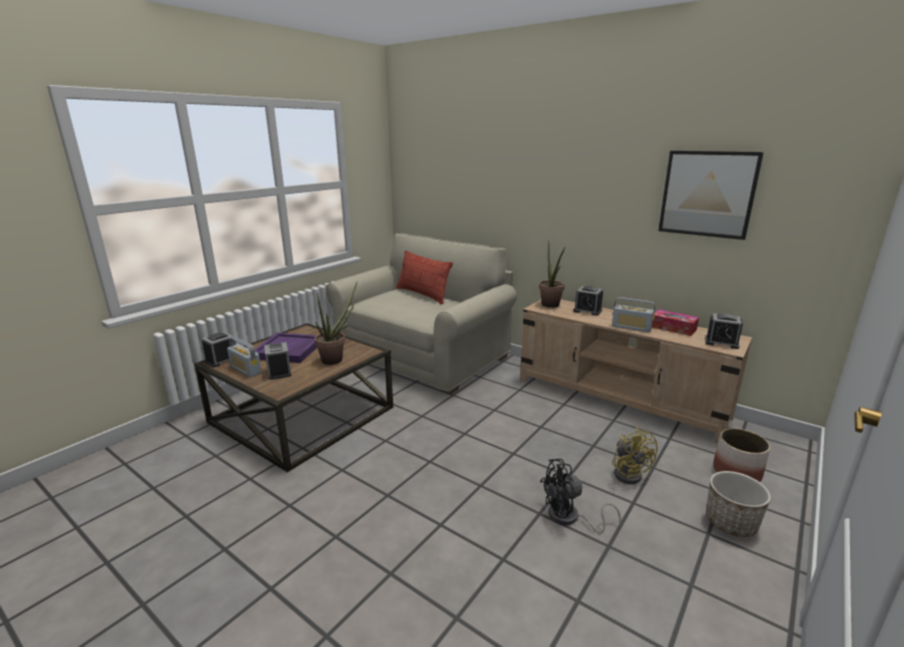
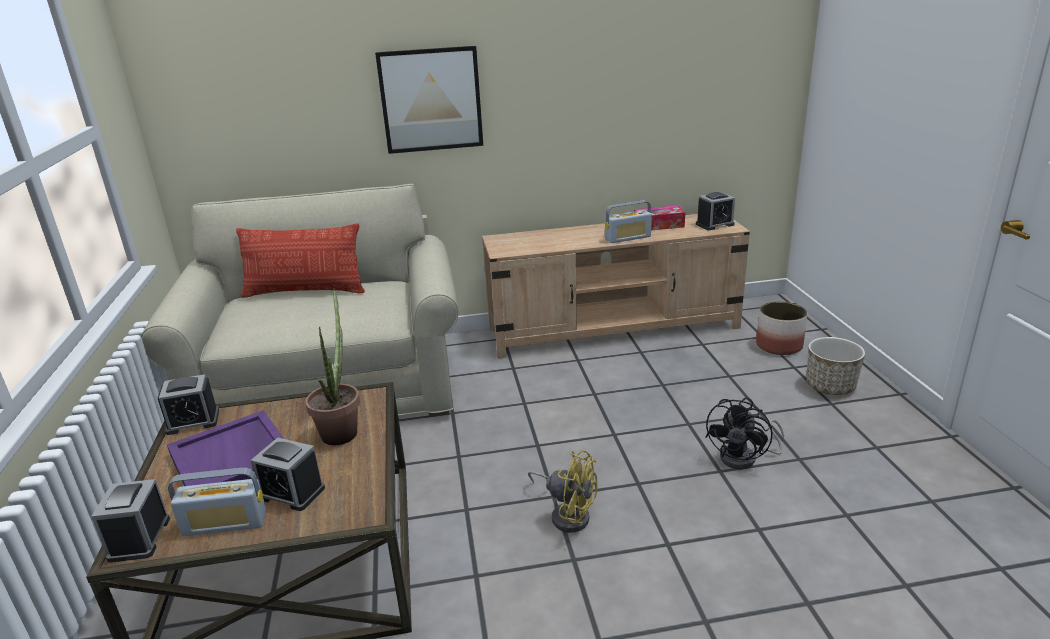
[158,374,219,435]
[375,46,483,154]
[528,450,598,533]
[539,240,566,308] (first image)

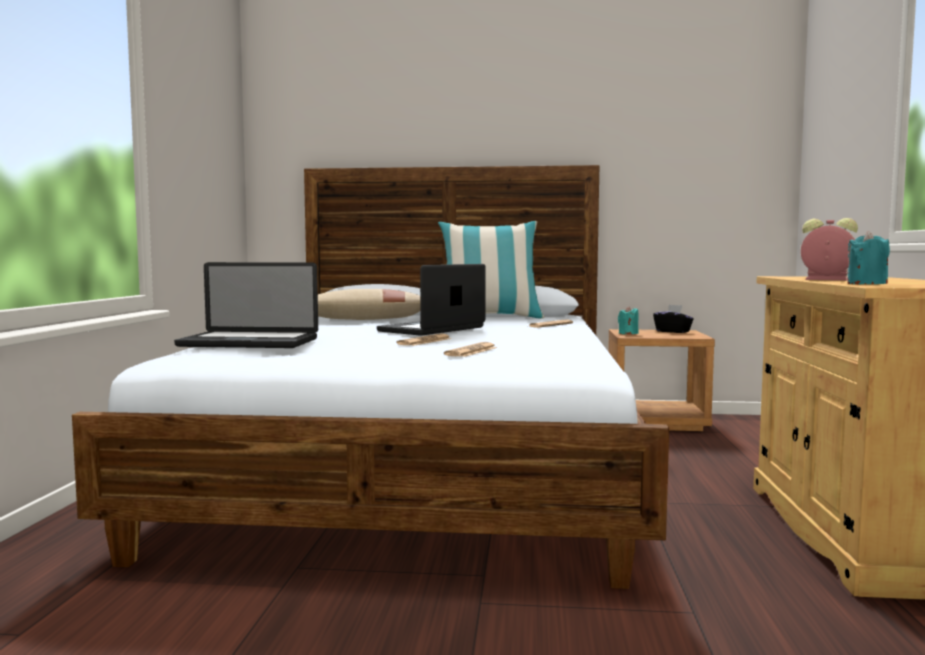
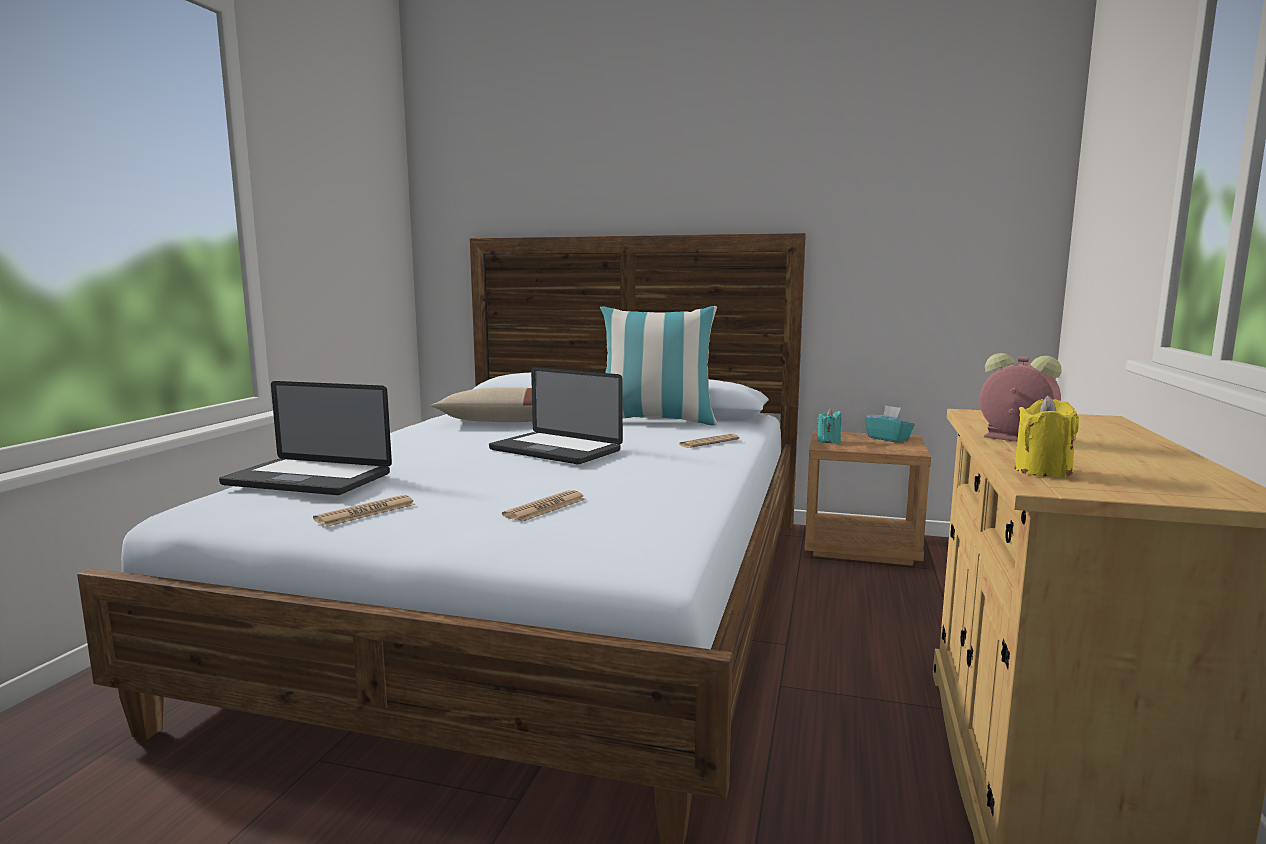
[313,495,416,527]
[489,367,623,464]
[865,405,915,443]
[1014,396,1079,477]

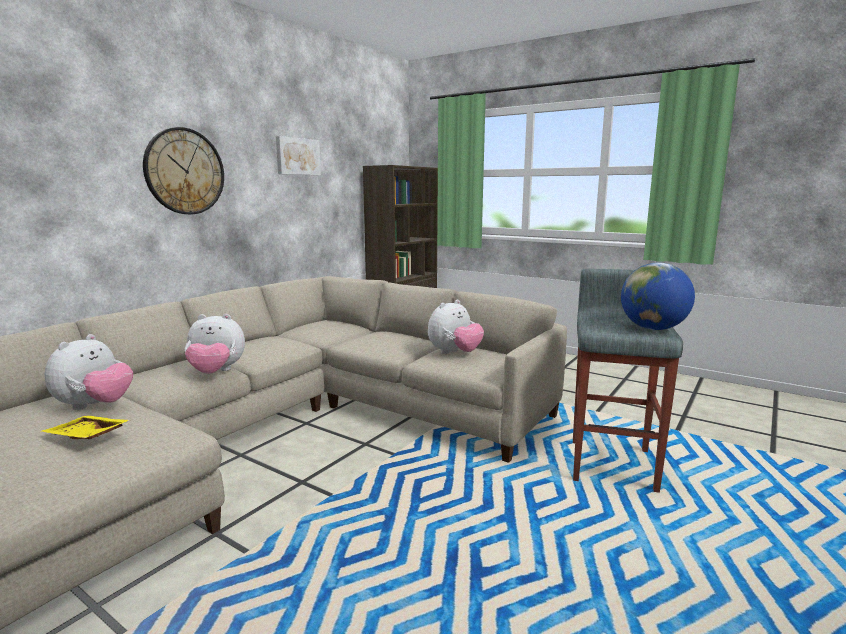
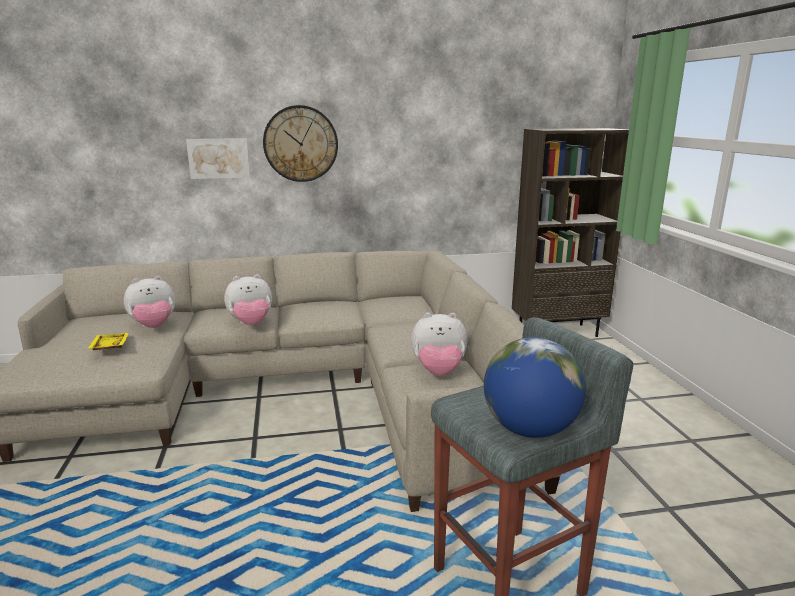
[186,138,250,179]
[224,274,272,325]

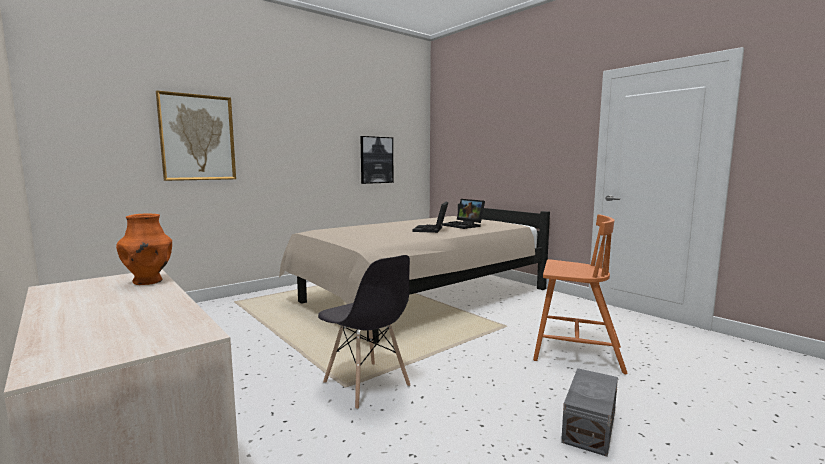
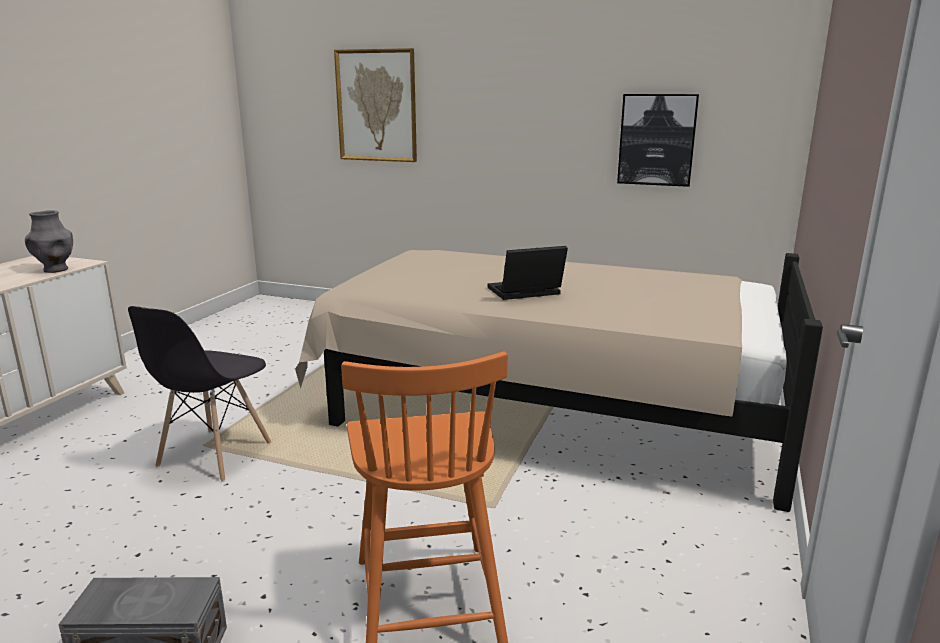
[25,210,73,273]
[442,199,485,229] (first image)

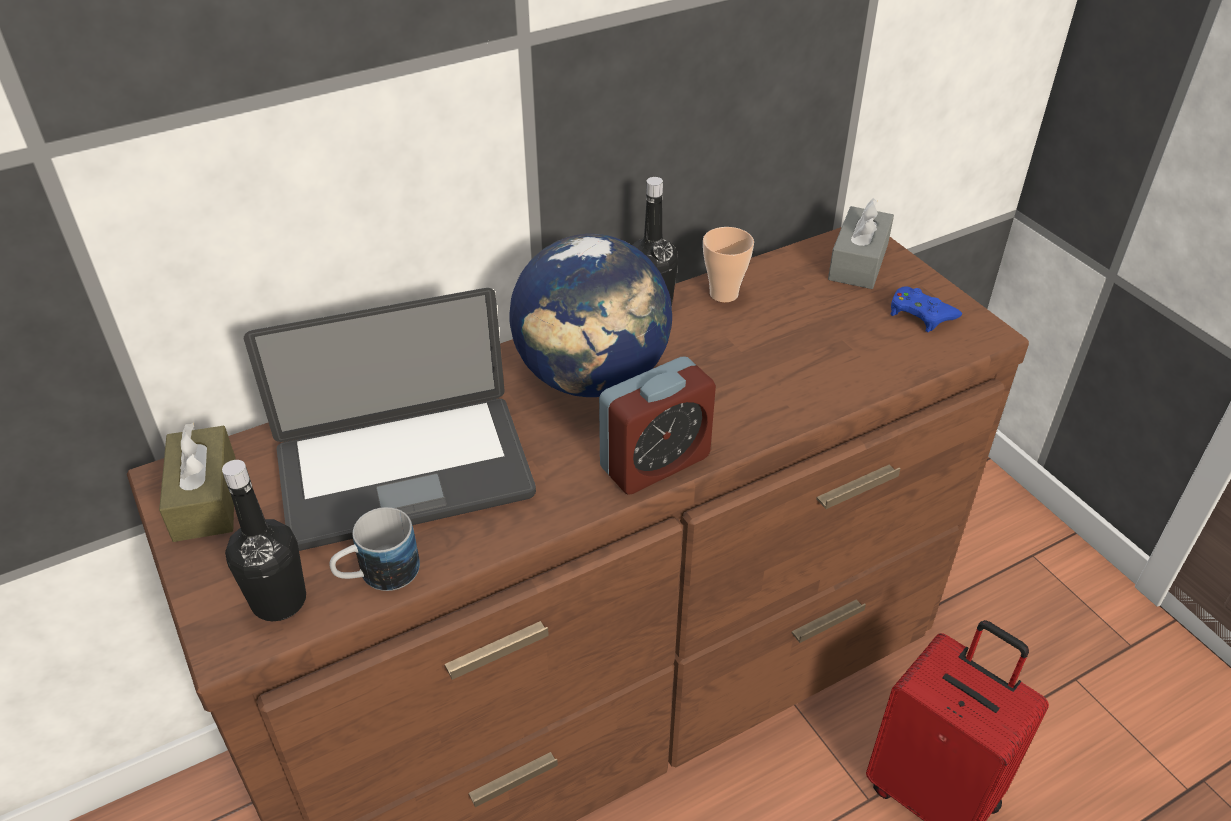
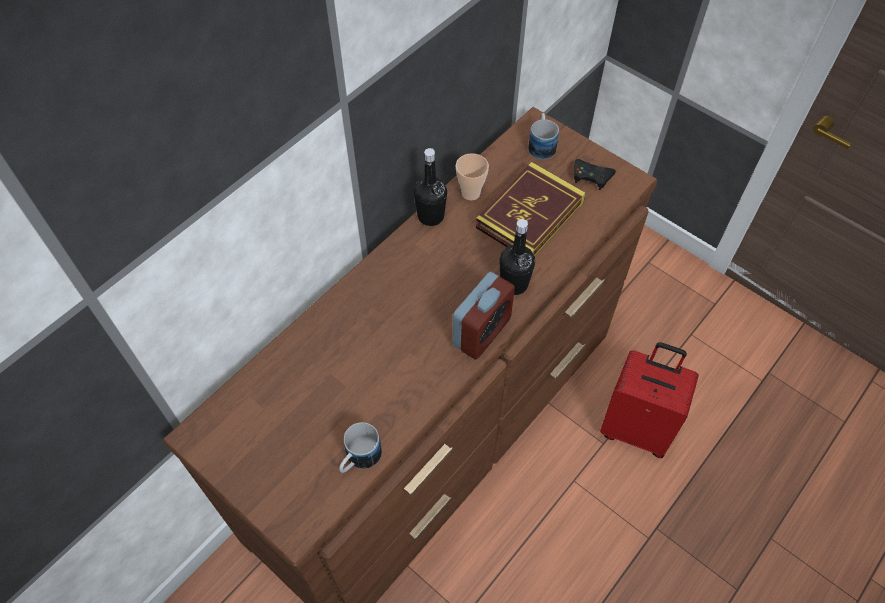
[476,162,585,256]
[500,219,535,295]
[528,113,559,160]
[574,159,616,190]
[159,422,235,542] (first image)
[244,288,536,551] (first image)
[509,234,672,397] (first image)

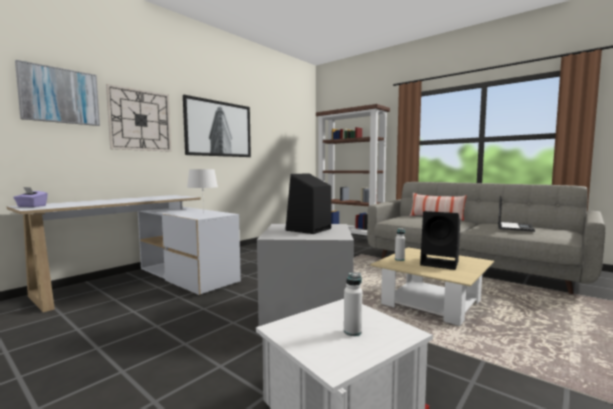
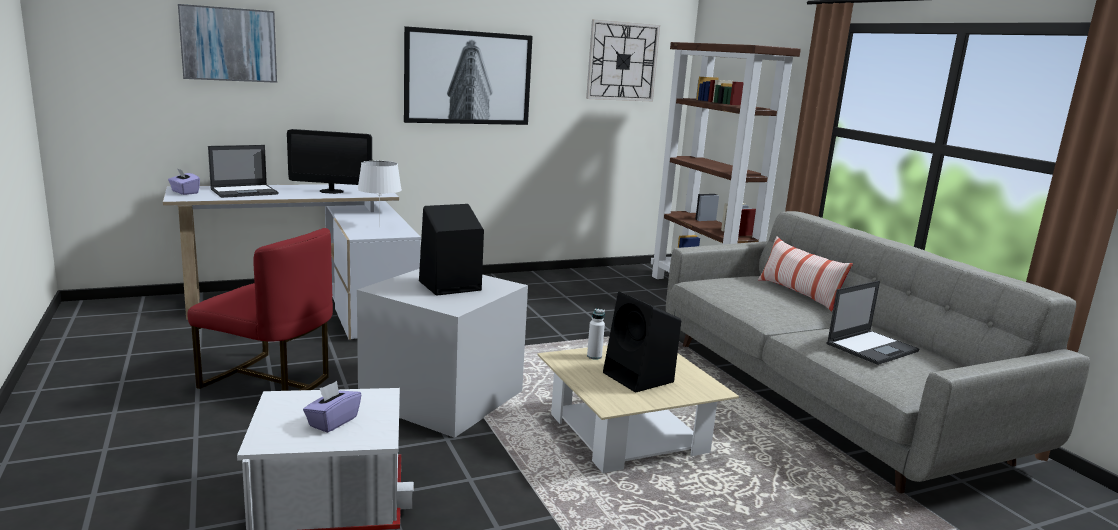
[188,228,333,391]
[208,145,278,198]
[287,129,372,194]
[303,381,361,433]
[586,20,660,102]

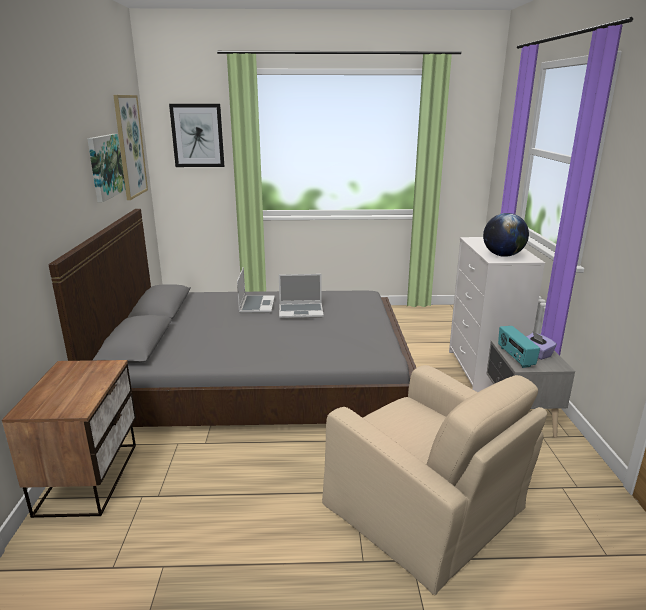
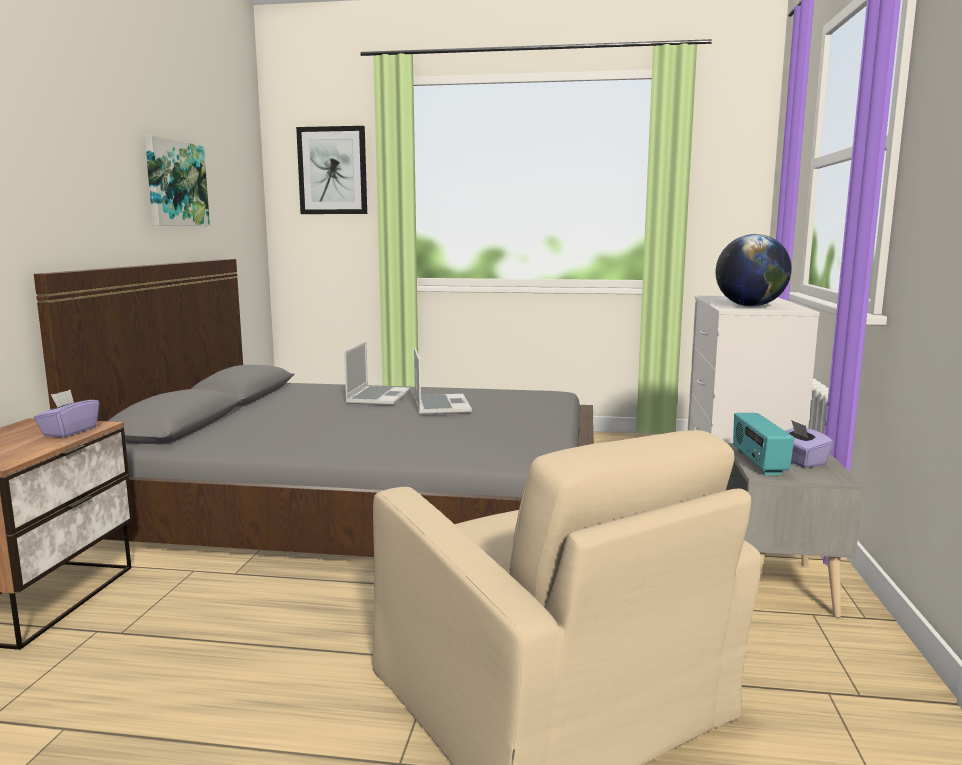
[34,390,99,438]
[414,348,472,415]
[113,95,148,200] (first image)

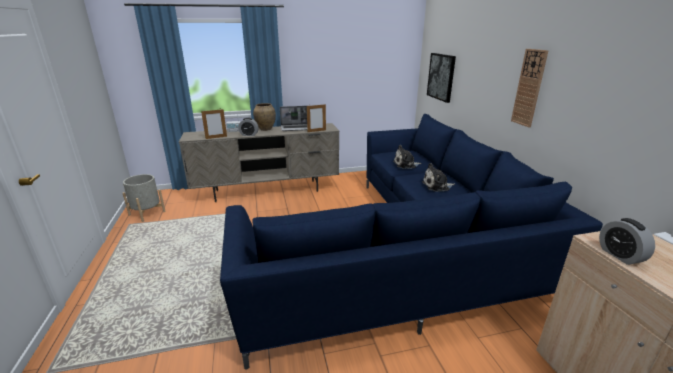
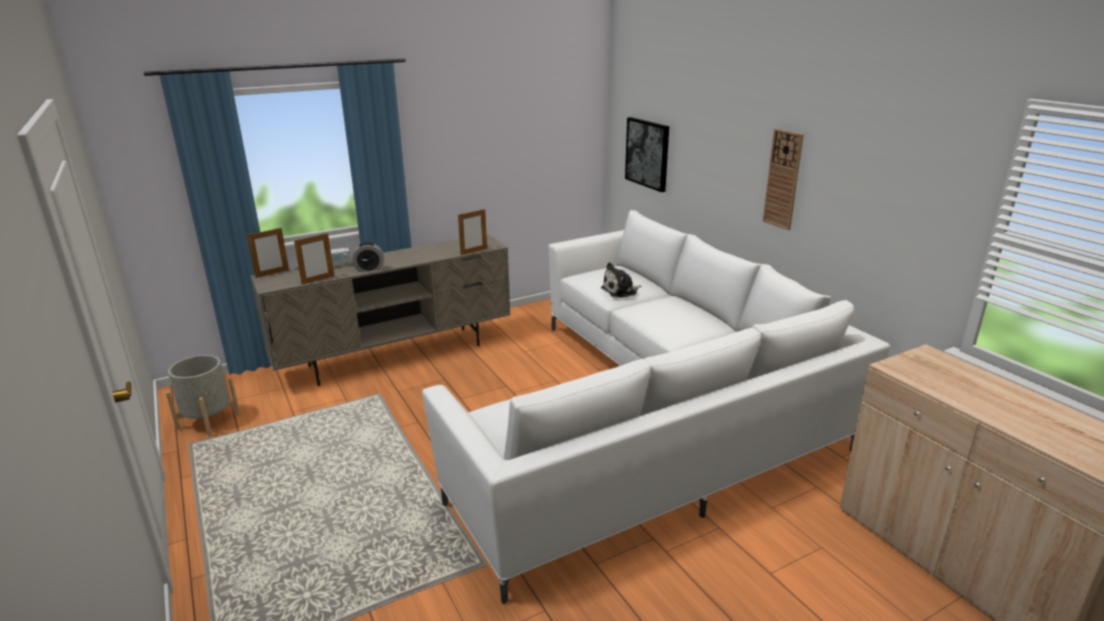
[247,227,289,278]
[422,210,890,604]
[253,103,276,131] (first image)
[280,106,307,131] (first image)
[422,163,455,192] (first image)
[599,218,655,265] (first image)

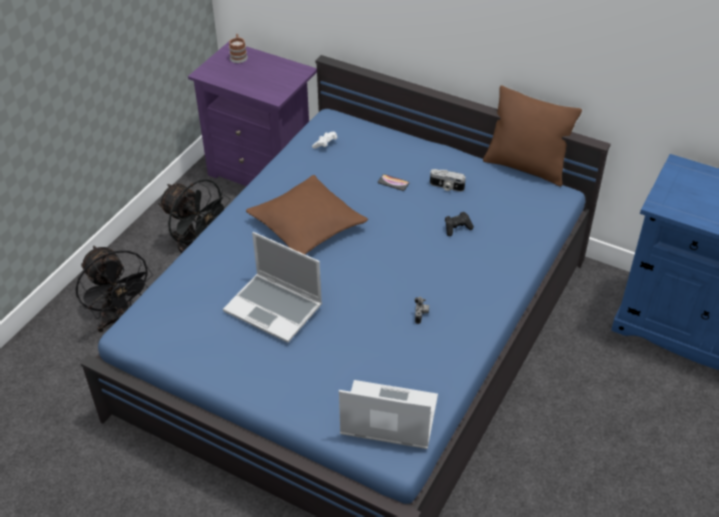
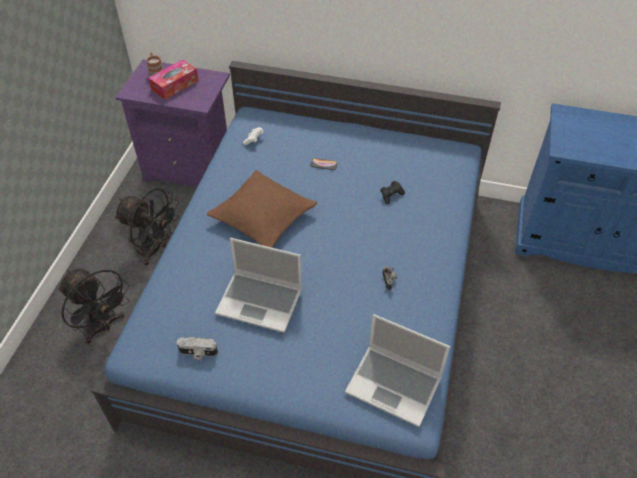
[149,60,199,99]
[177,337,218,360]
[345,314,450,427]
[483,85,582,186] (first image)

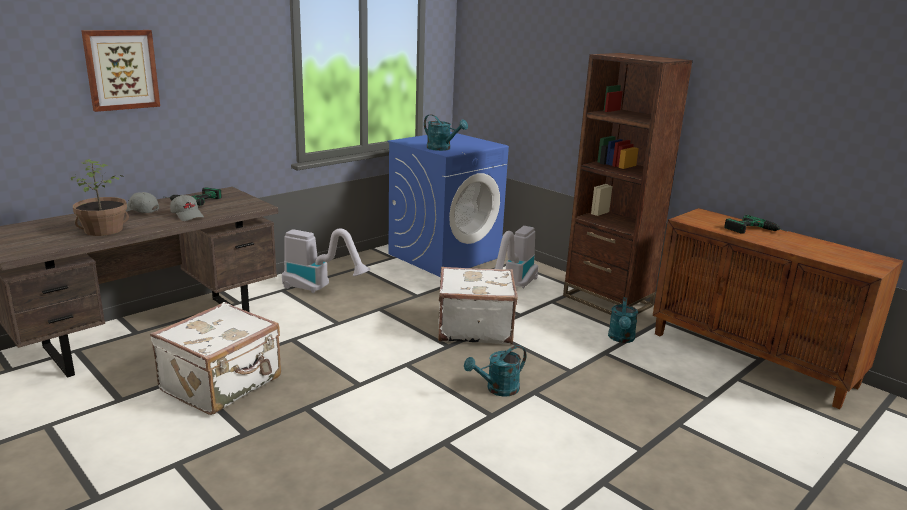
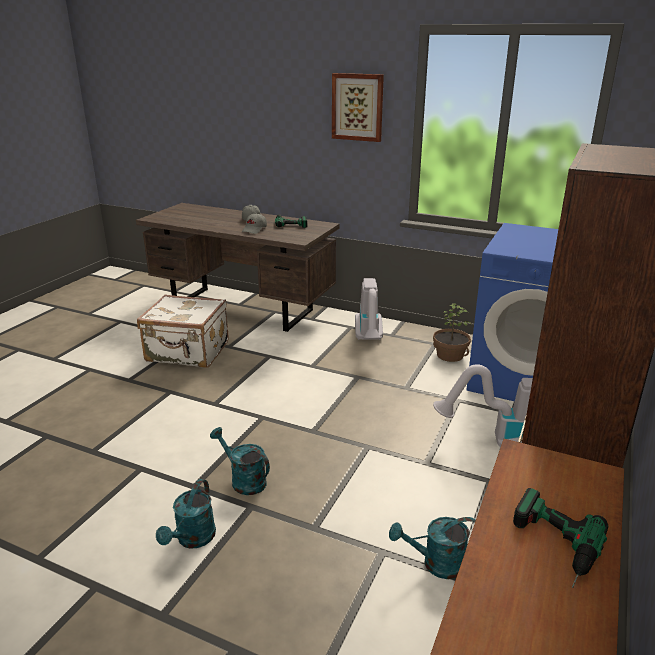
[156,479,216,549]
[332,73,384,142]
[433,303,472,362]
[438,267,518,344] (first image)

